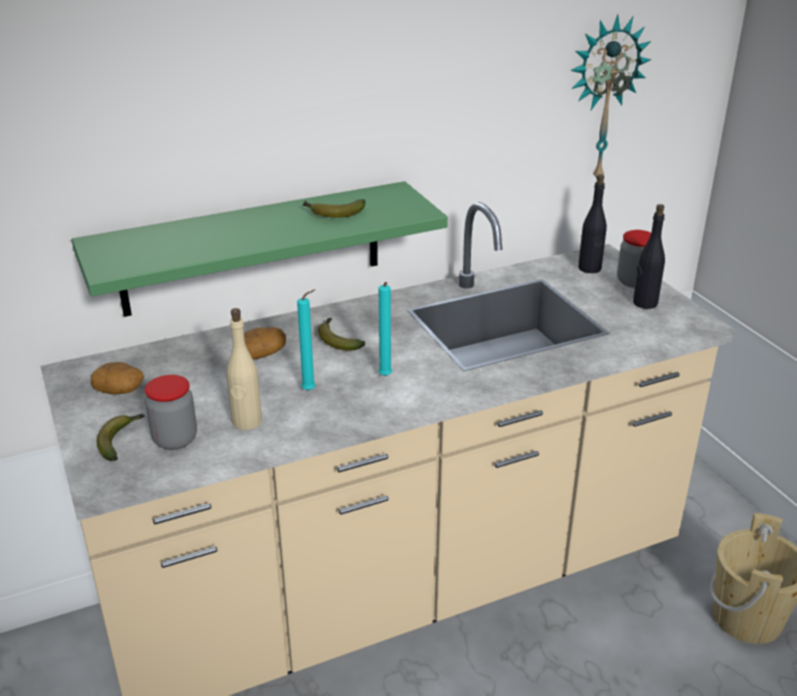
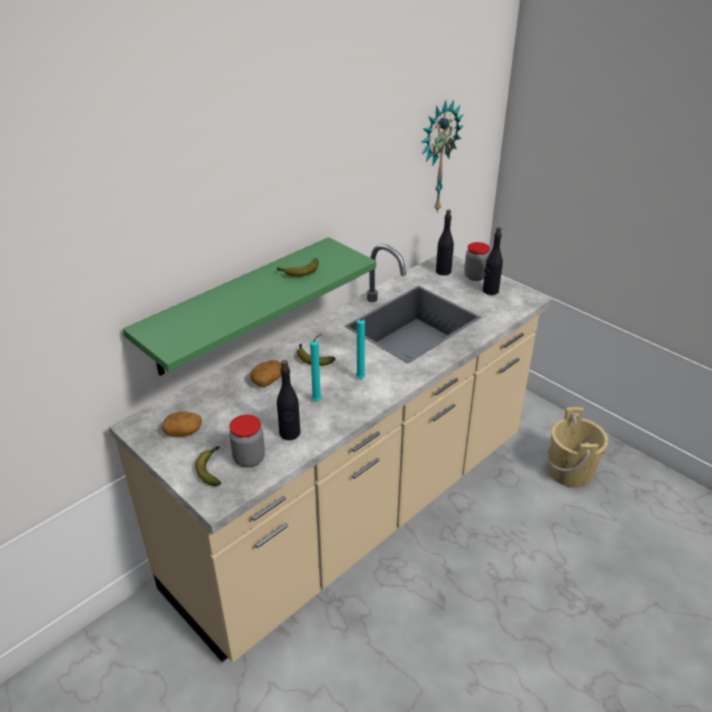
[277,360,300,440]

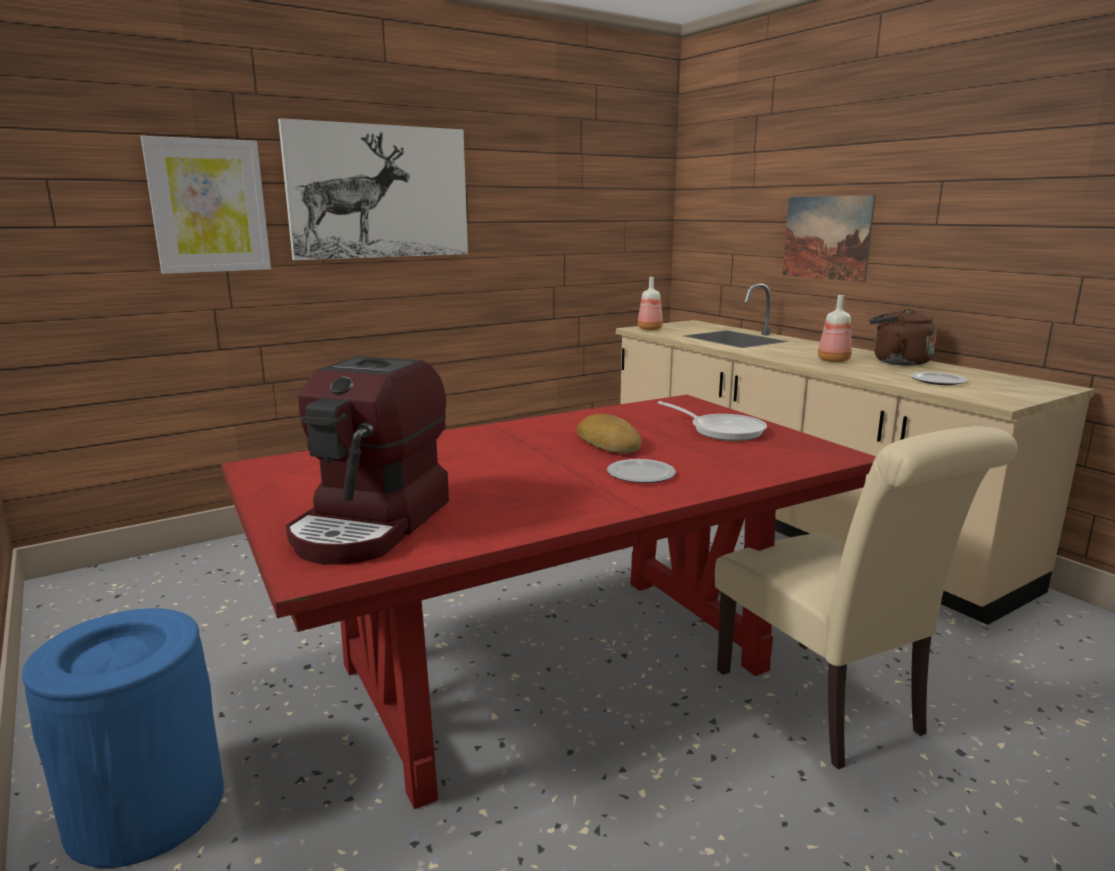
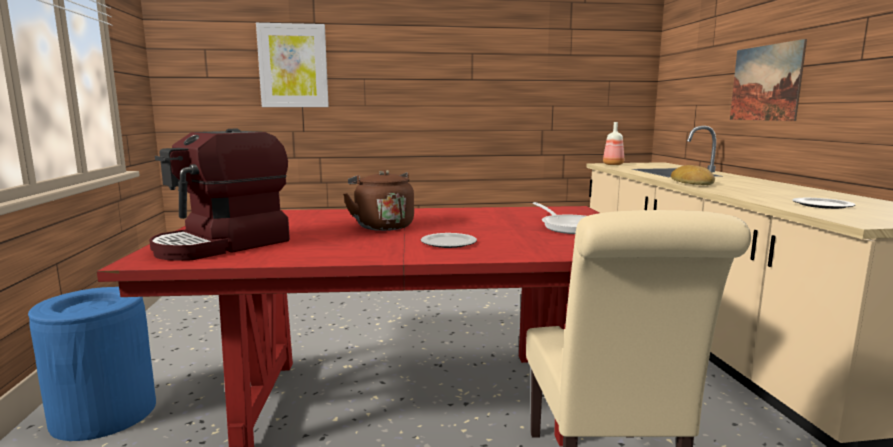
[343,170,414,231]
[671,165,715,185]
[278,118,468,260] (first image)
[818,295,852,362] (first image)

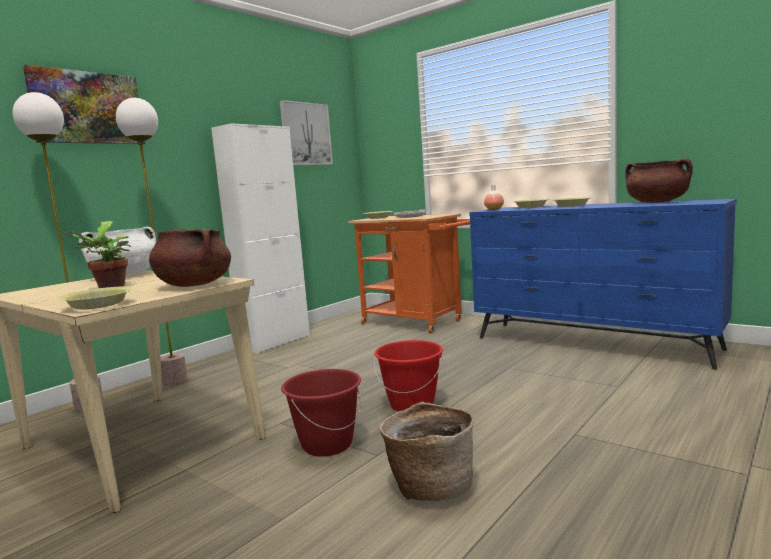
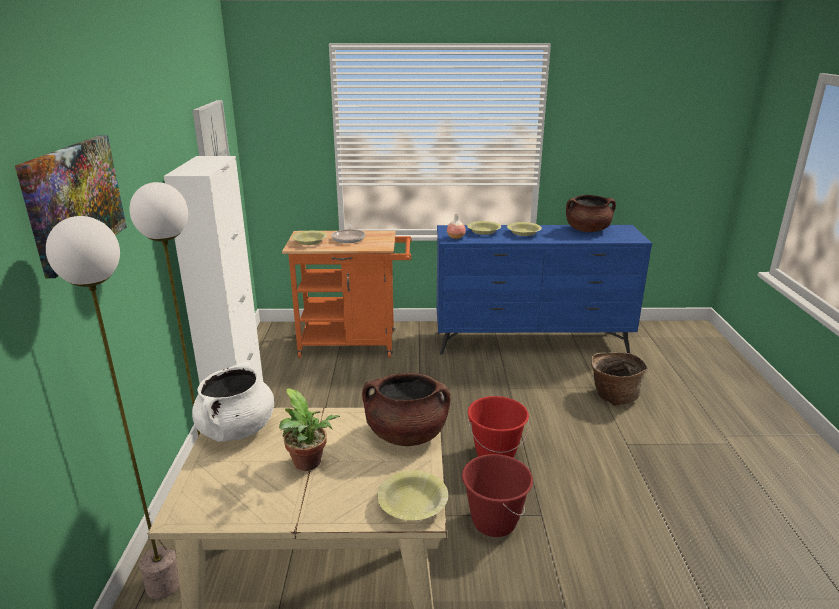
[591,352,648,406]

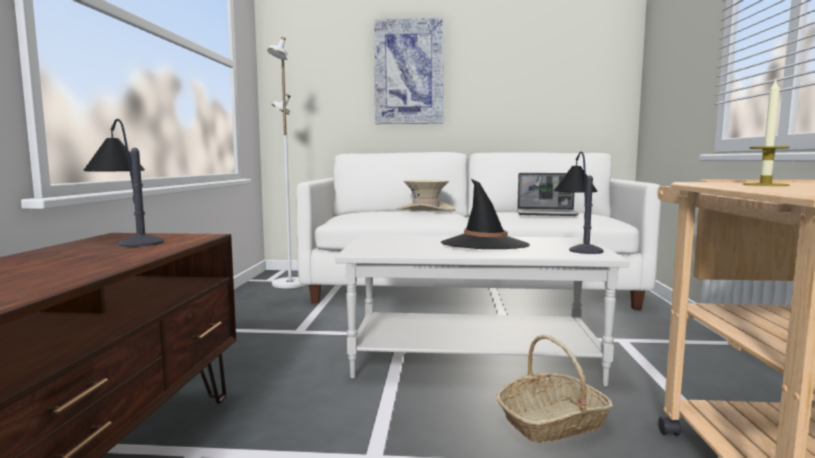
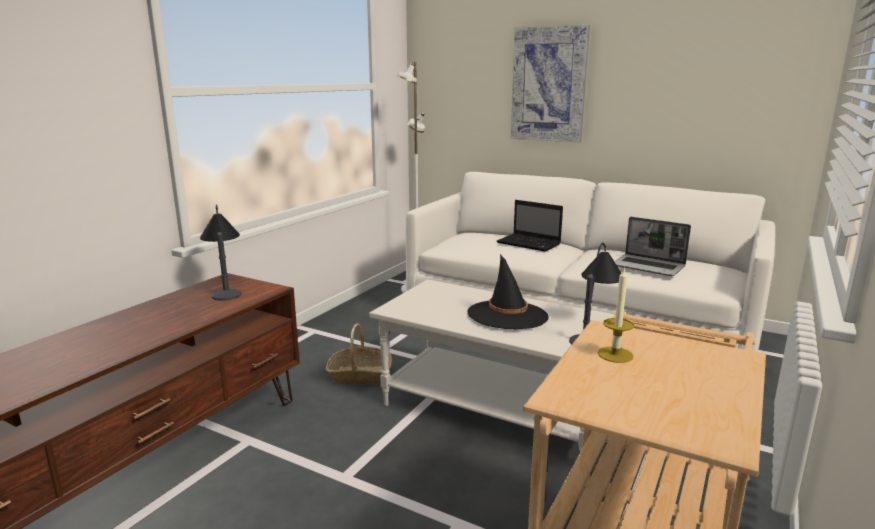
[326,323,392,385]
[497,200,563,252]

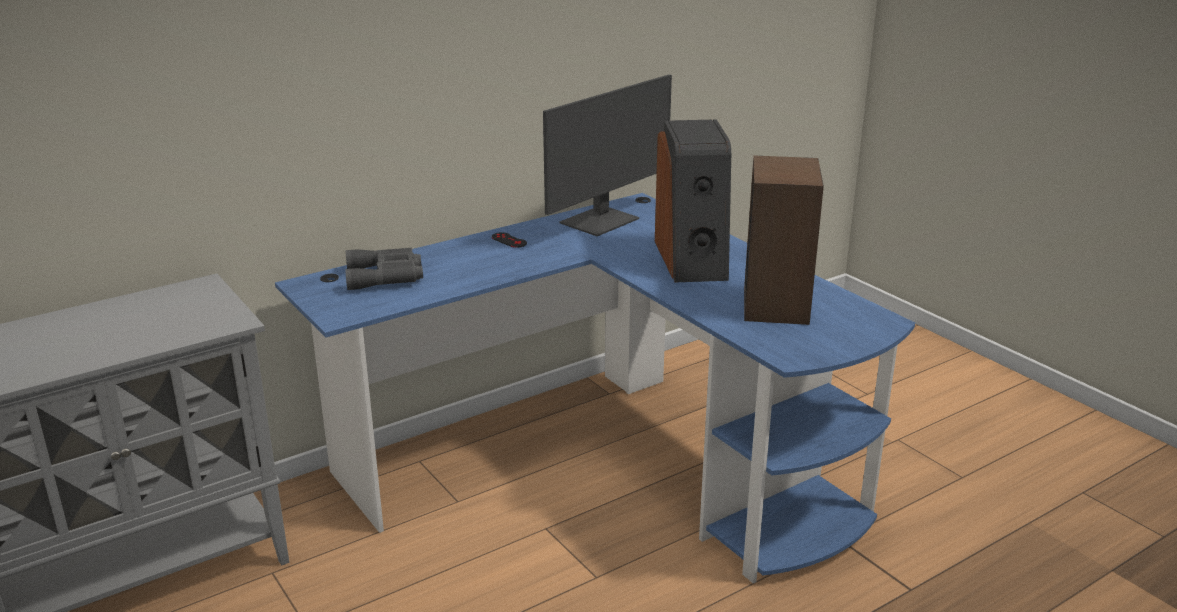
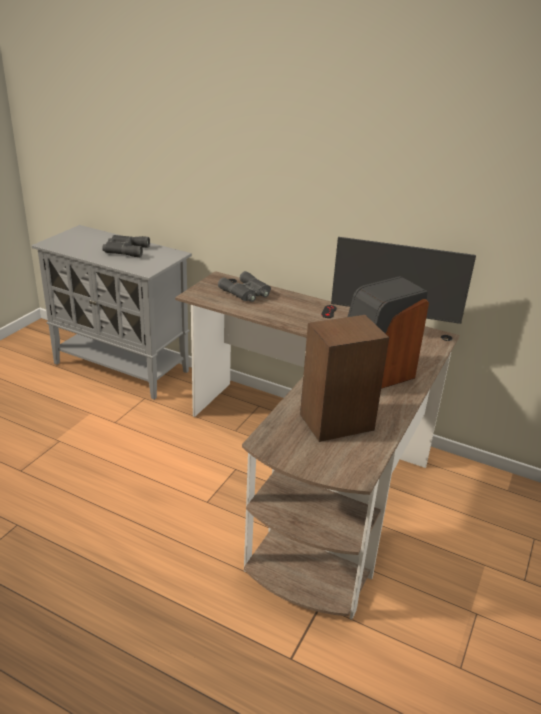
[102,235,150,257]
[175,271,460,619]

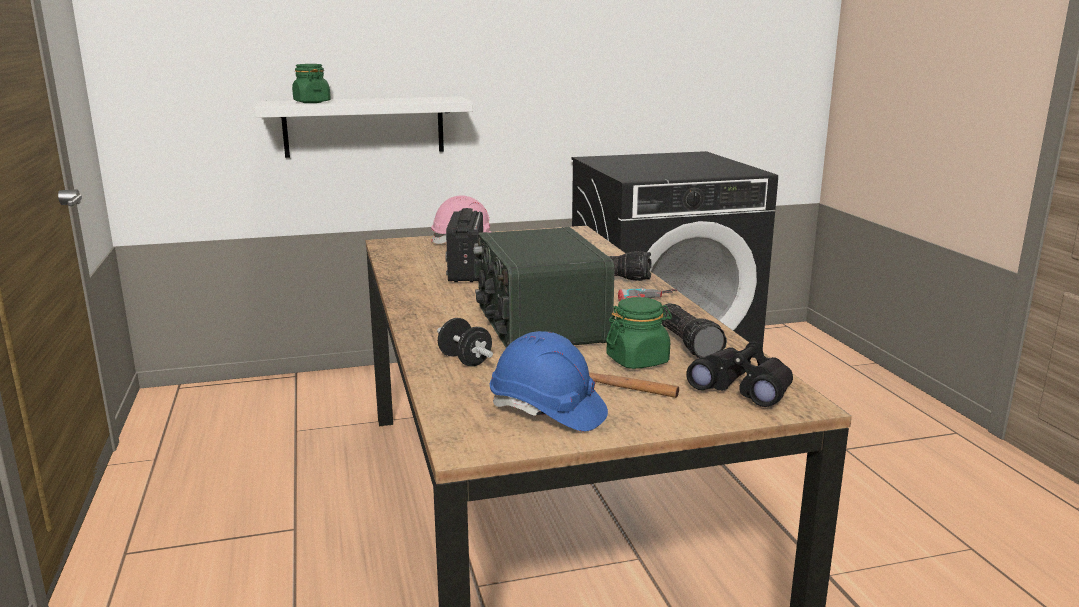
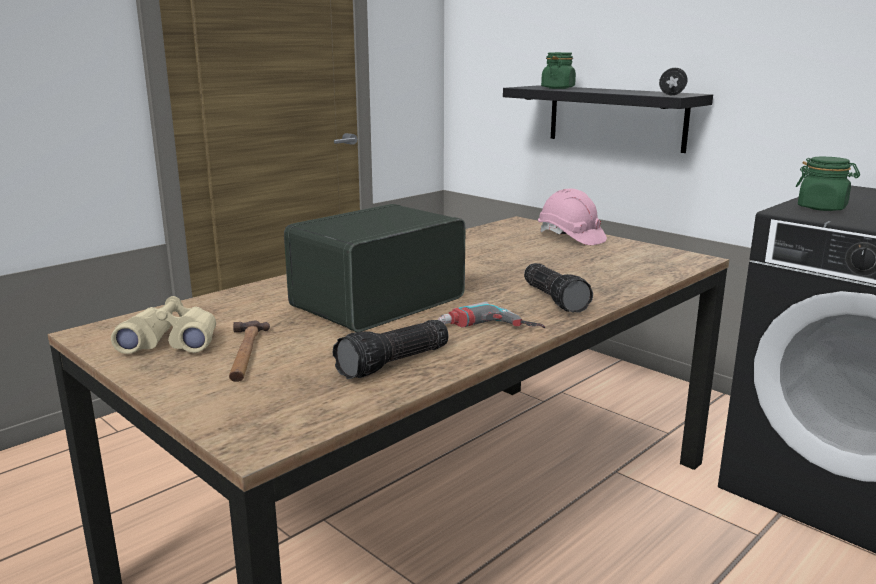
[111,296,216,354]
[503,85,713,153]
[659,68,687,95]
[796,157,860,211]
[445,208,483,282] (first image)
[686,341,793,407] (first image)

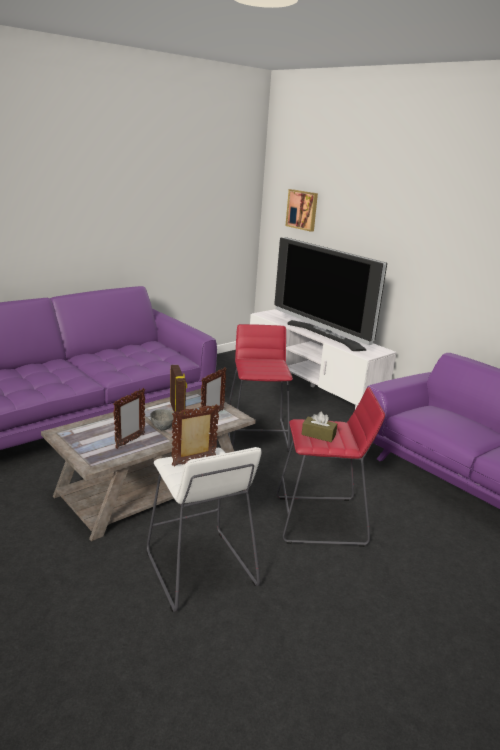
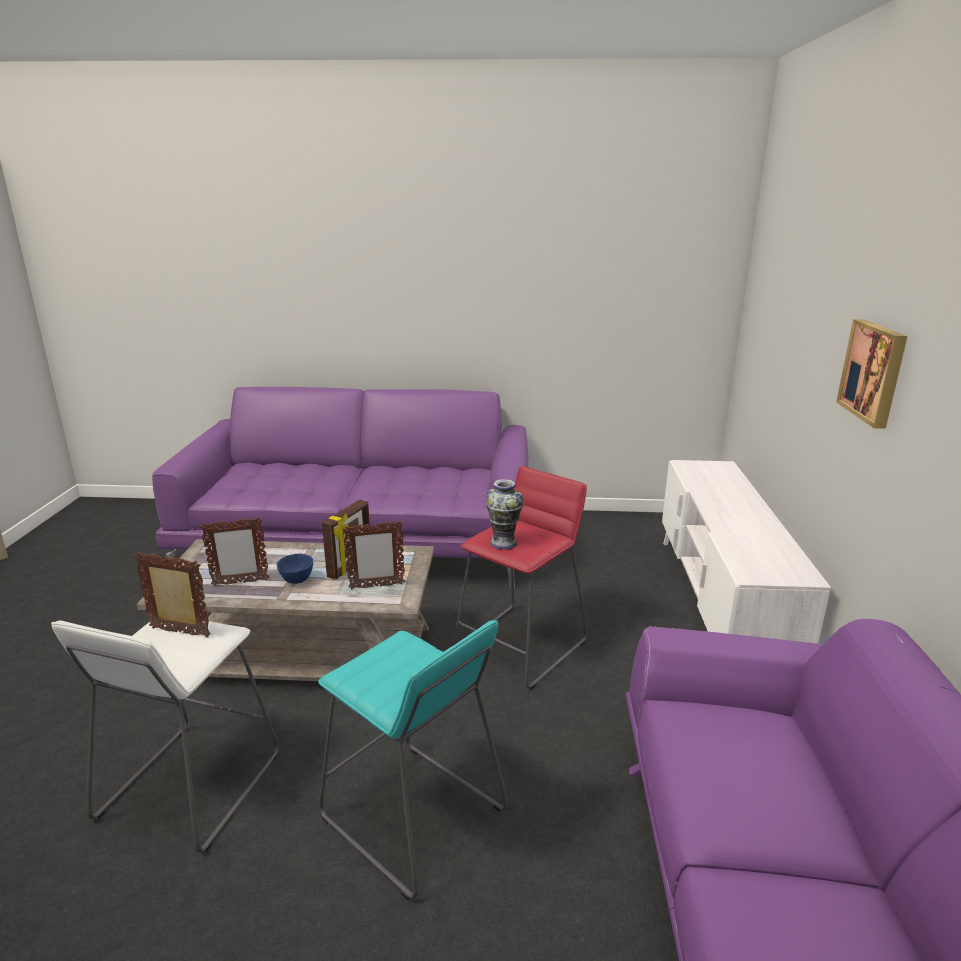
[277,554,313,584]
[318,620,508,900]
[486,479,524,550]
[836,319,907,429]
[274,237,387,351] (first image)
[301,412,337,442] (first image)

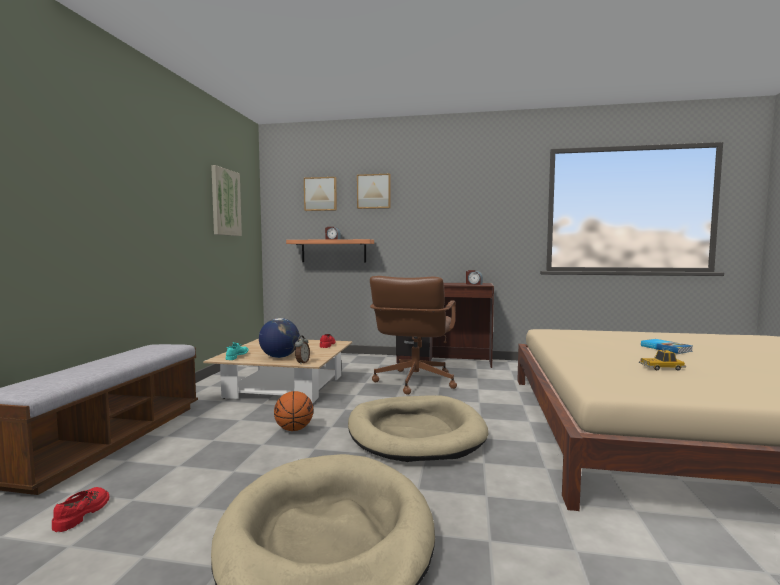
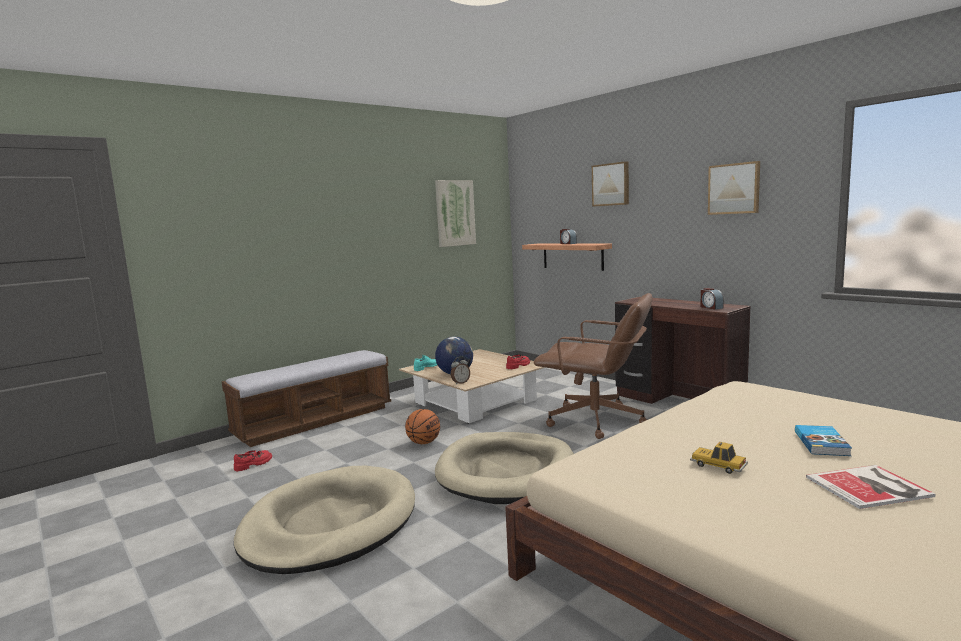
[534,293,653,439]
[708,161,760,215]
[806,465,935,509]

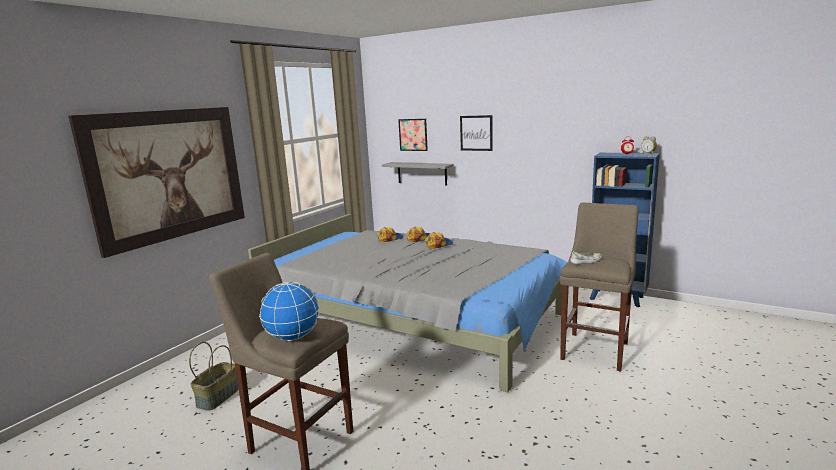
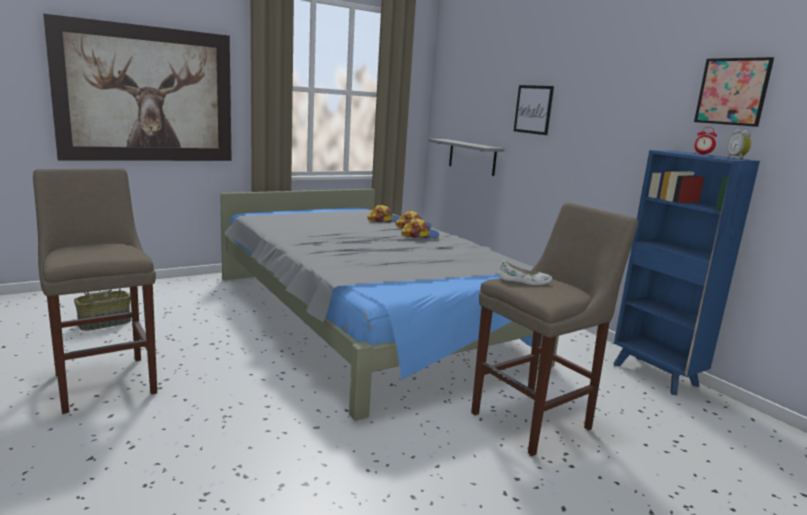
[694,57,774,127]
[259,282,319,341] (first image)

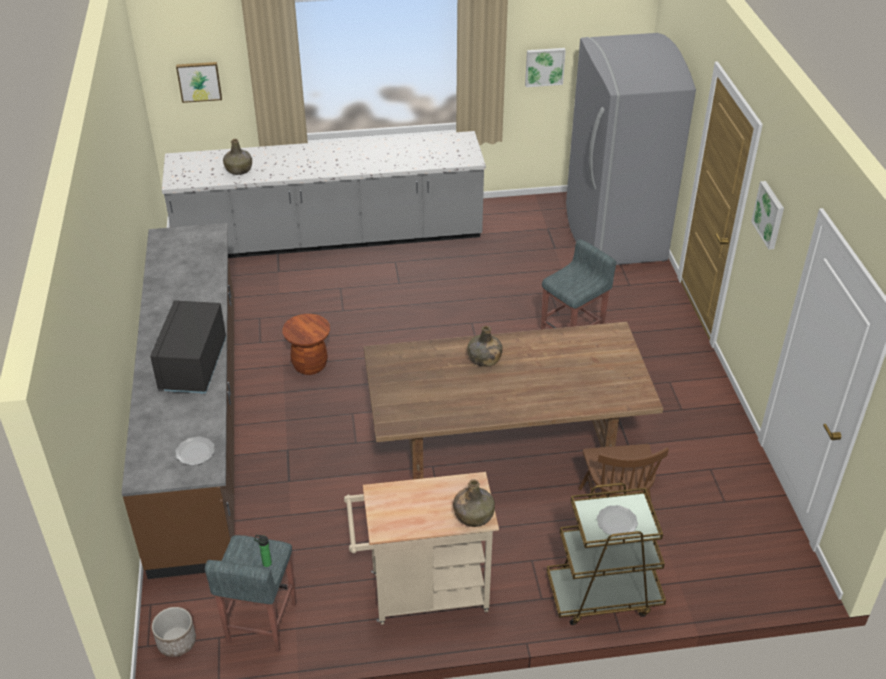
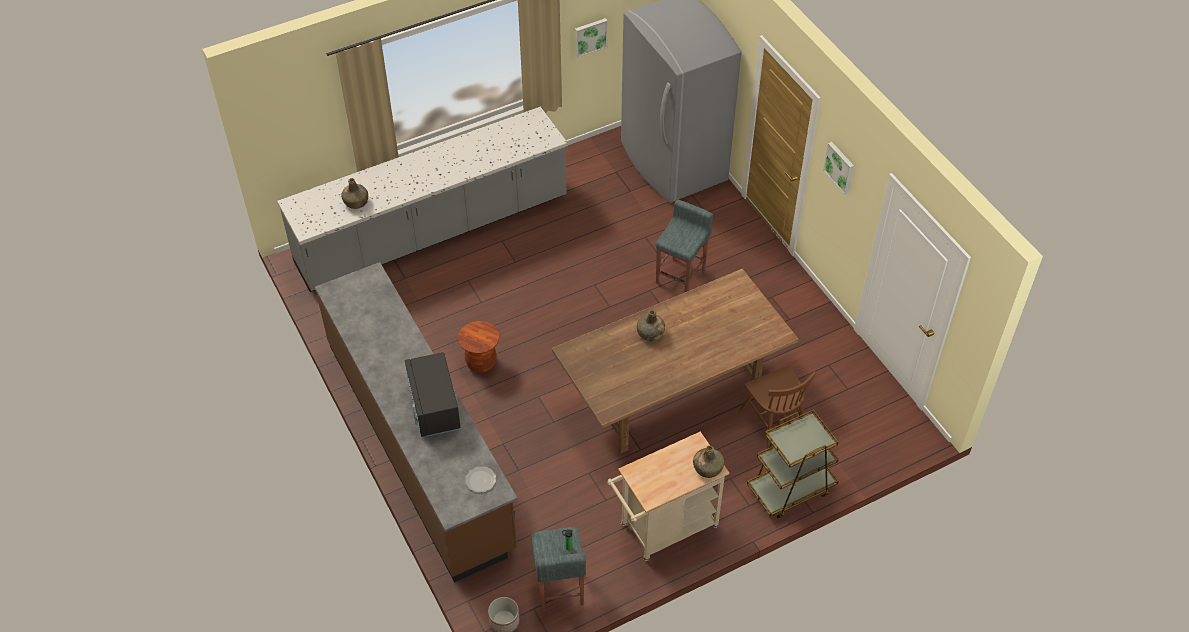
[176,62,222,103] (first image)
[597,505,638,537] (first image)

